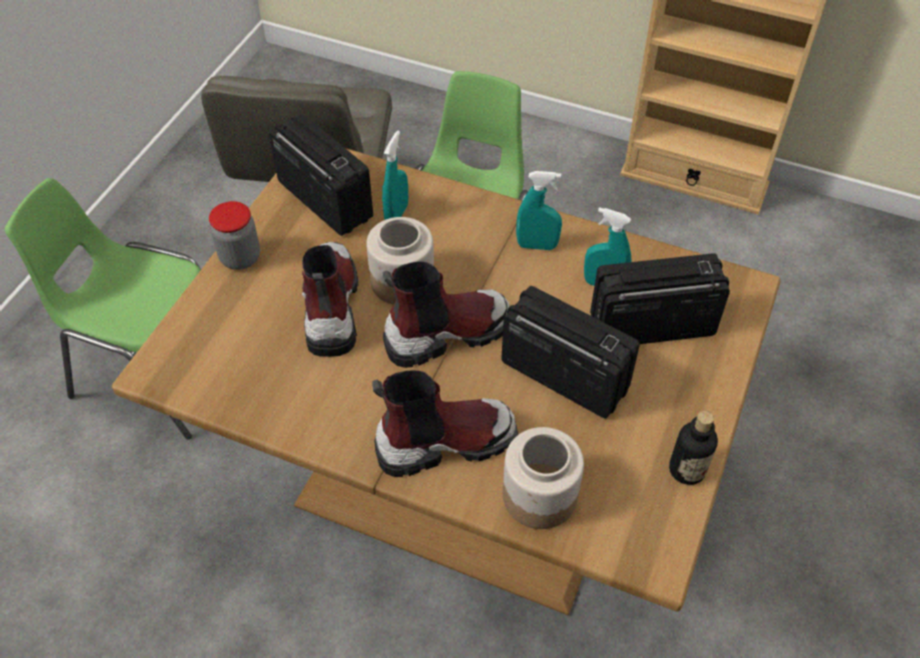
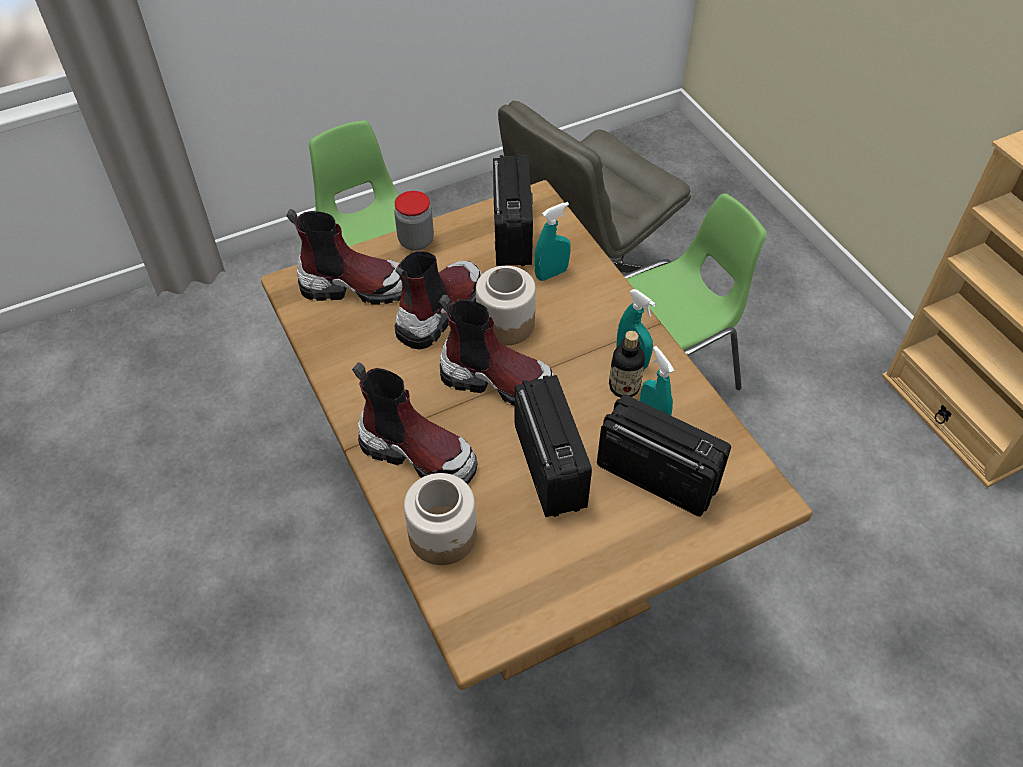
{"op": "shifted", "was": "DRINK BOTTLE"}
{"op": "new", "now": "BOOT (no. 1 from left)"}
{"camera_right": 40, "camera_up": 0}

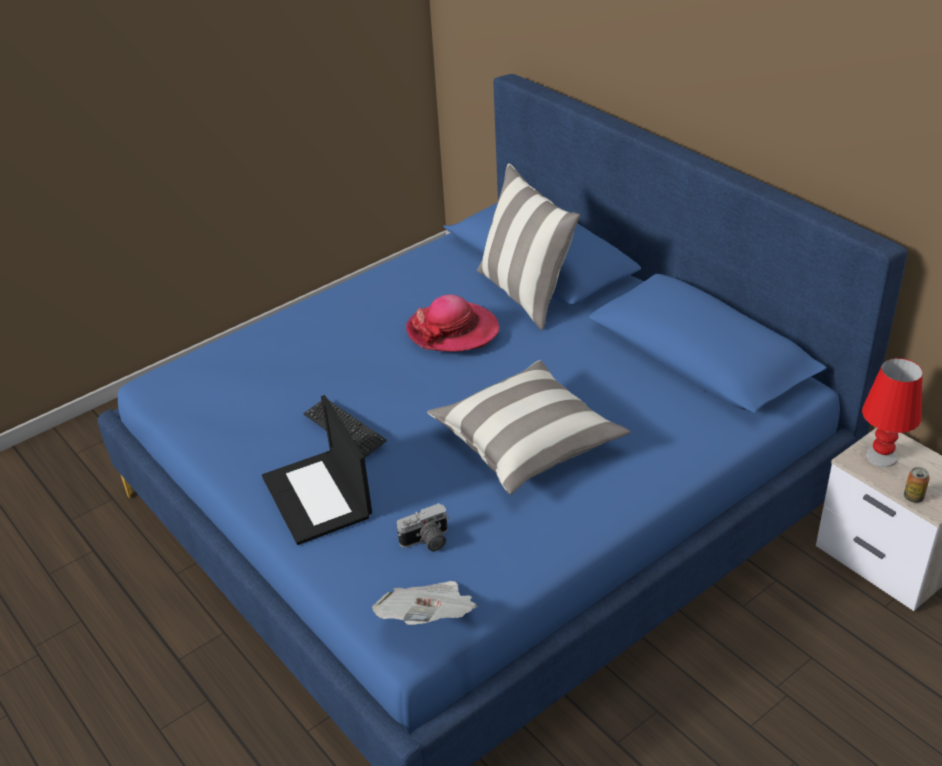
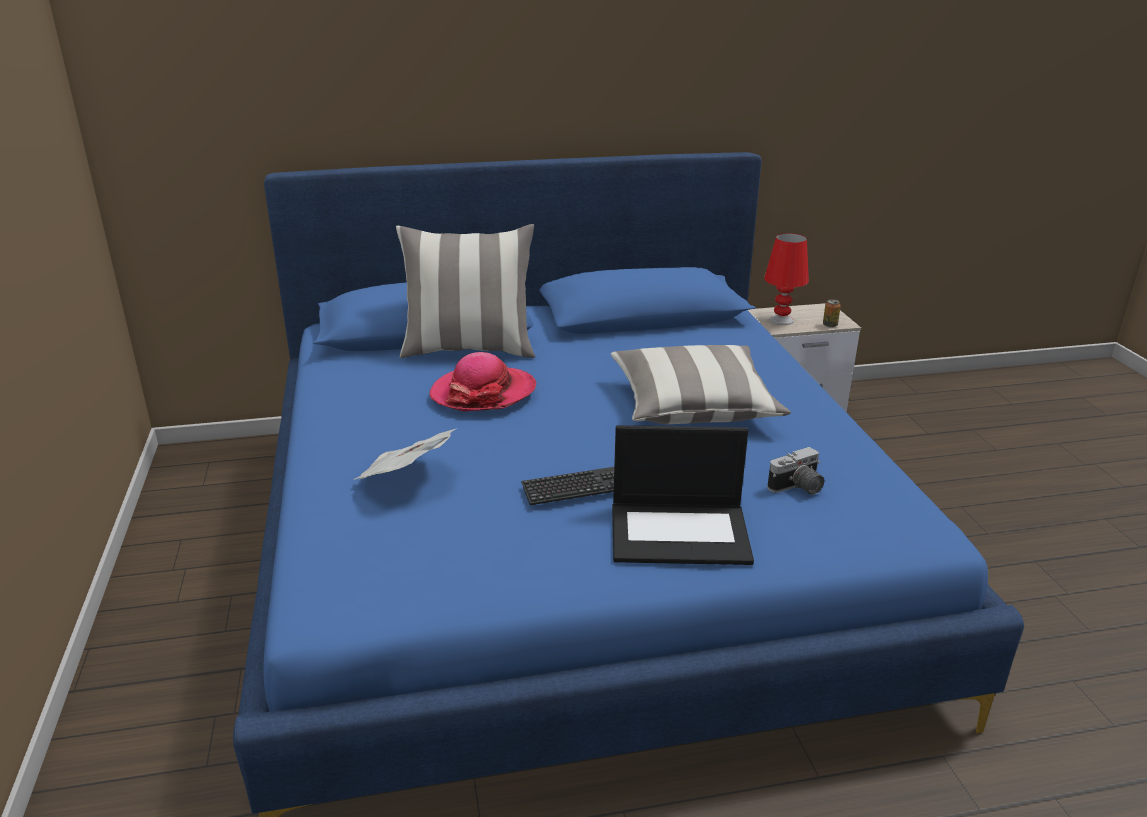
{"op": "shifted", "was": "PRINTED PAPER"}
{"op": "rotated", "was": "PHOTO CAMERA", "clockwise": 60}
{"camera_right": -65, "camera_up": -10}

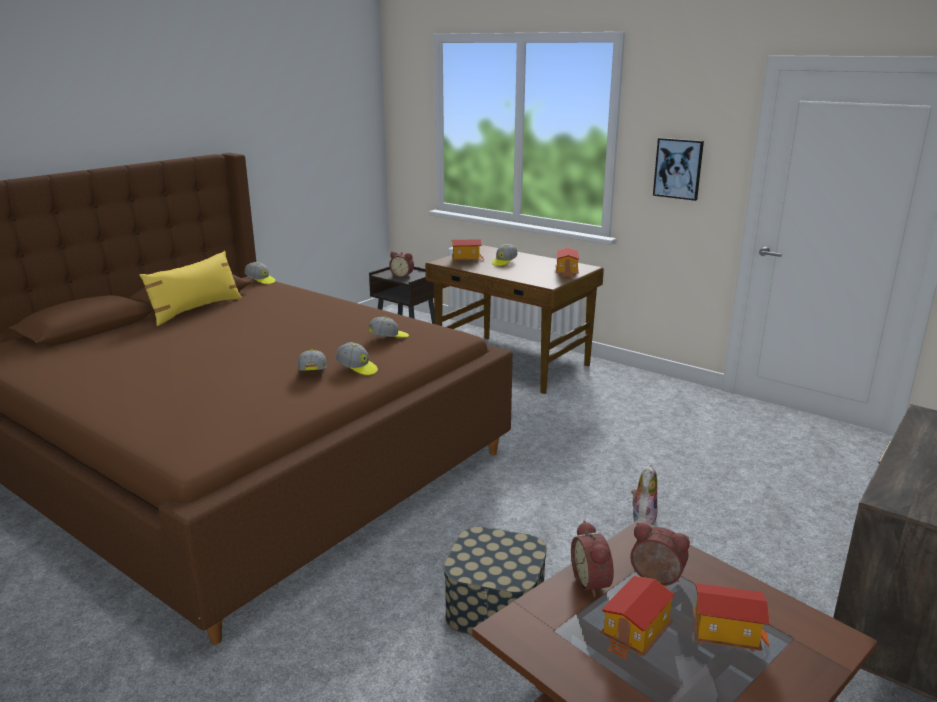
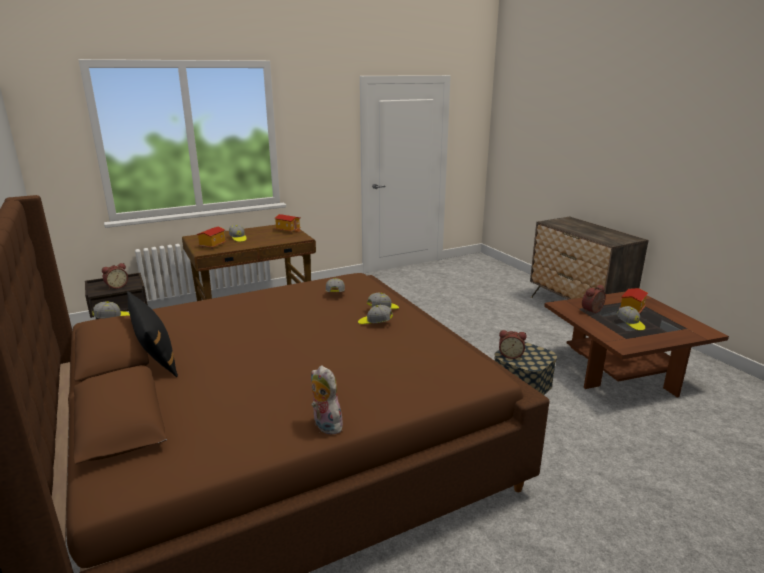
{"op": "repainted", "was": "YELLOWISH PILLOW", "now": "BLACKISH PILLOW"}
{"op": "shifted", "was": "BEDSIDE CLOCK (no. 2 from left)"}
{"op": "swapped", "was": "MINIATURE HOUSE (no. 3 from left)", "now": "BASEBALL CAP (no. 6 from left)"}
{"op": "shifted", "was": "PLUSH TOY"}
{"op": "gone", "was": "WALL PICTURE"}
{"camera_right": -65, "camera_up": 0}

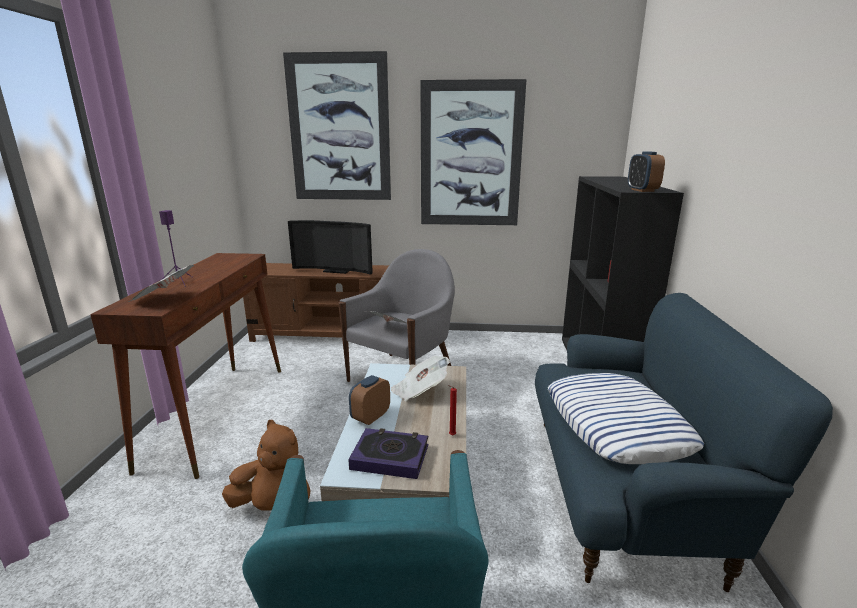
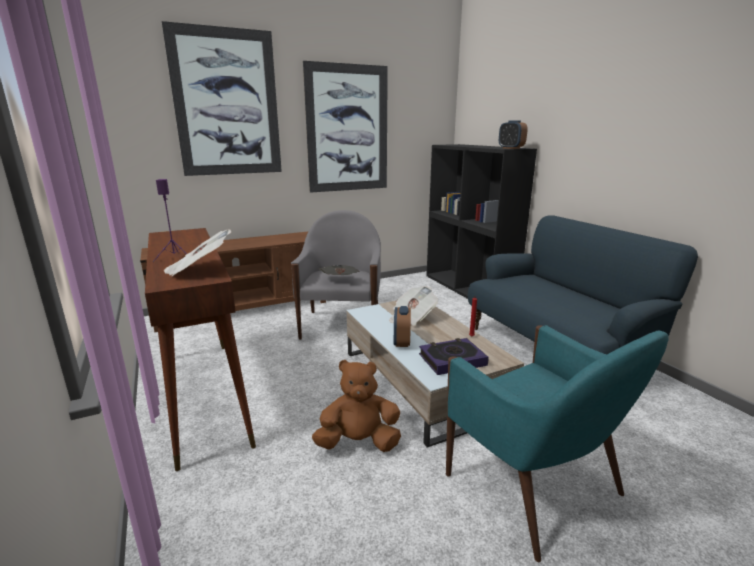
{"op": "gone", "was": "TV SET"}
{"op": "gone", "was": "PILLOW"}
{"camera_right": -30, "camera_up": 0}

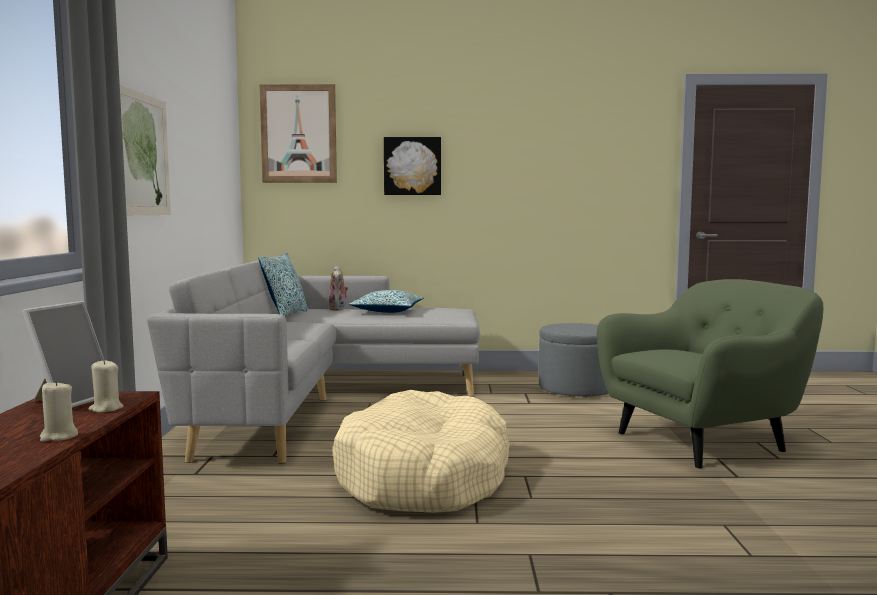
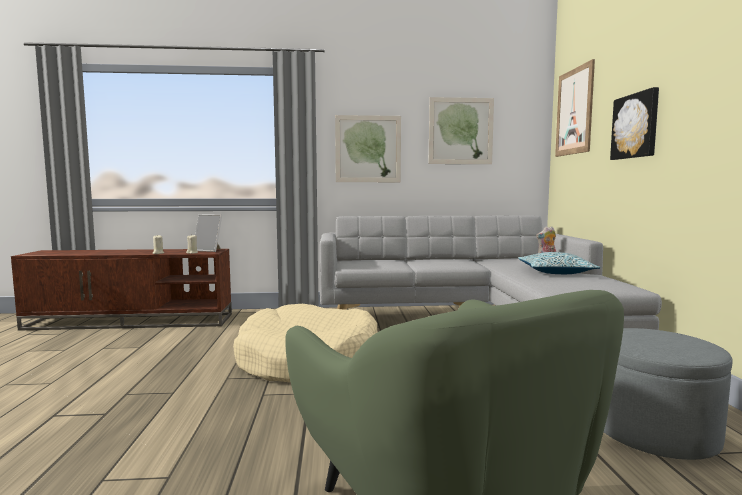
{"op": "gone", "was": "PILLOW (no. 1 from left)"}
{"op": "new", "now": "WALL PICTURE (no. 2 from left)"}
{"camera_right": 85, "camera_up": 0}

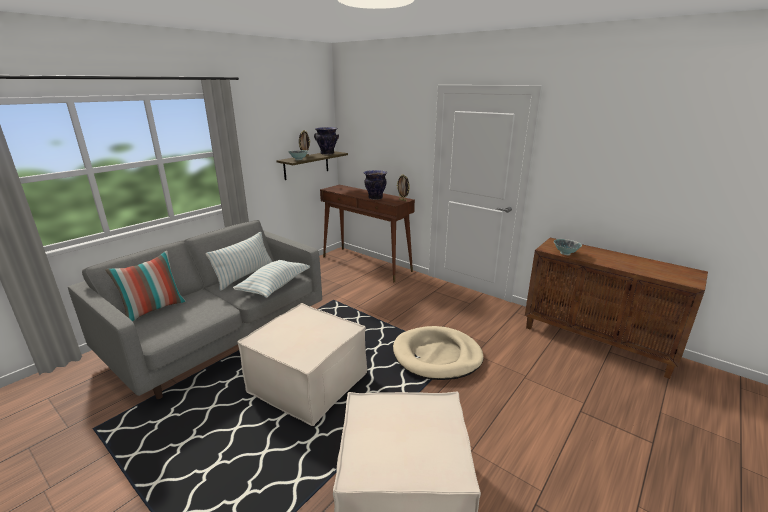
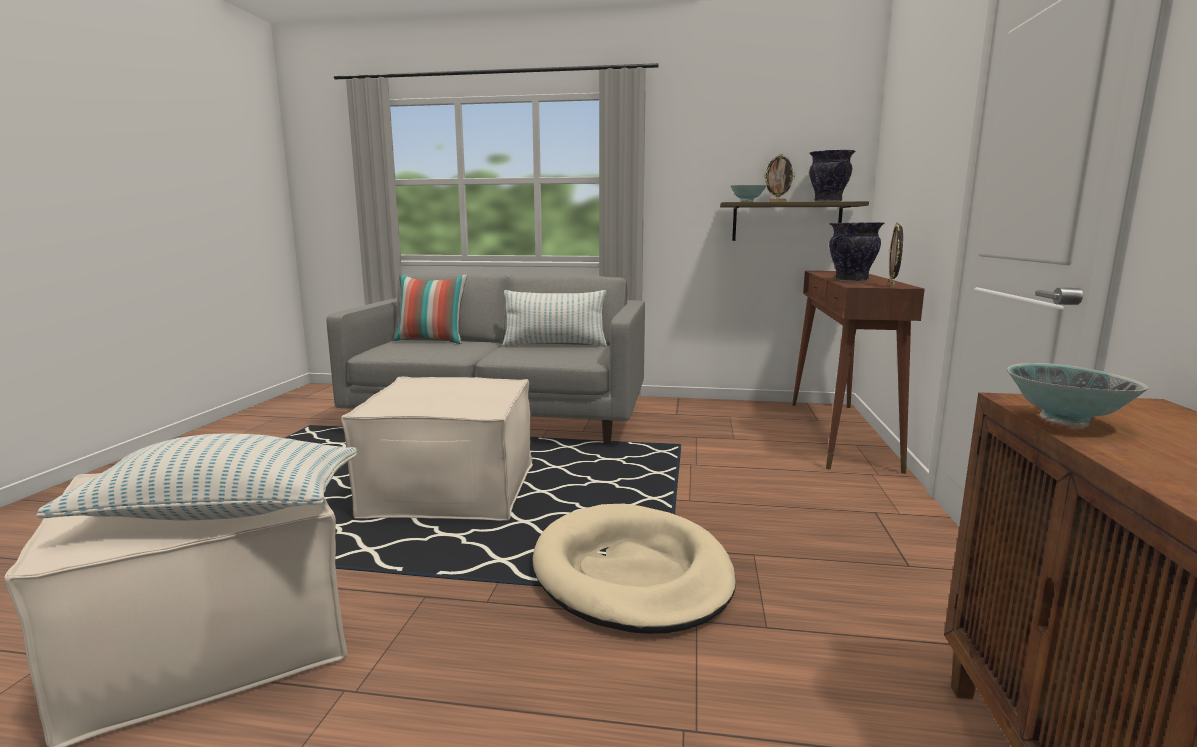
{"op": "shifted", "was": "PILLOW (no. 3 from left in the first image)", "now": "PILLOW (no. 1 from left)"}
{"camera_right": 60, "camera_up": -10}

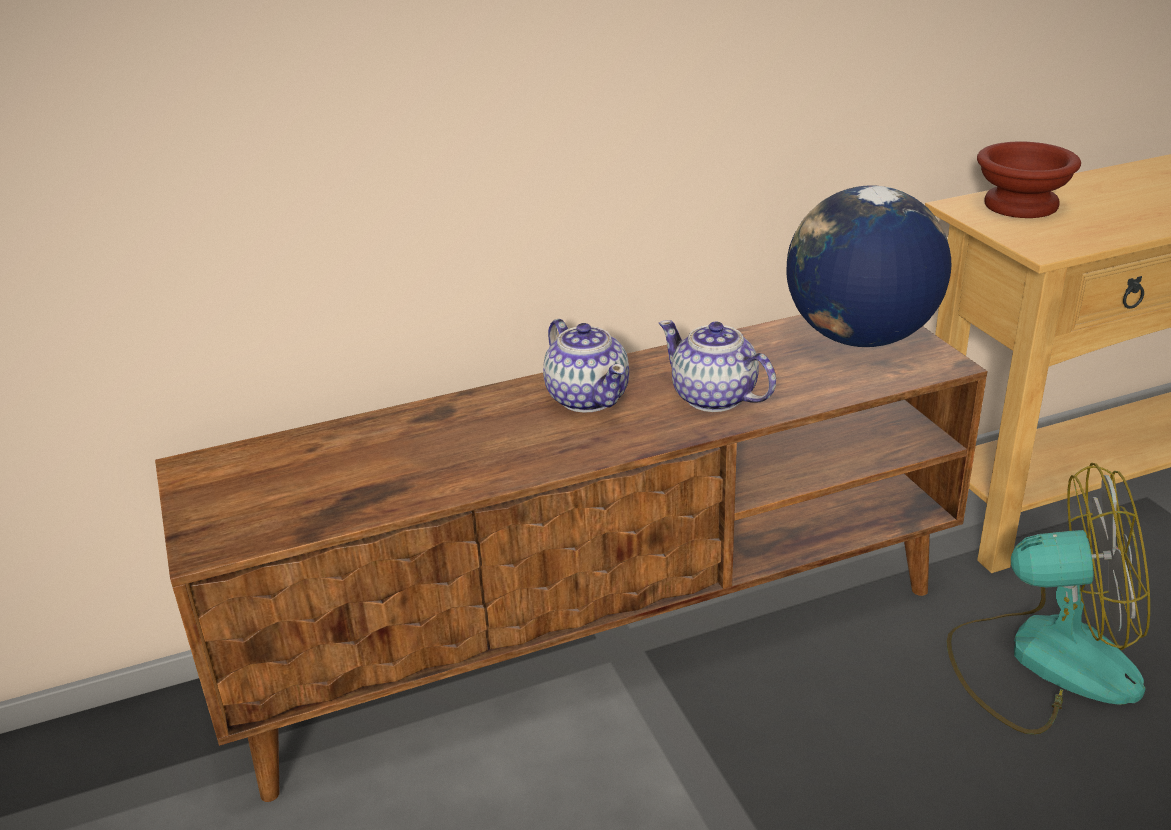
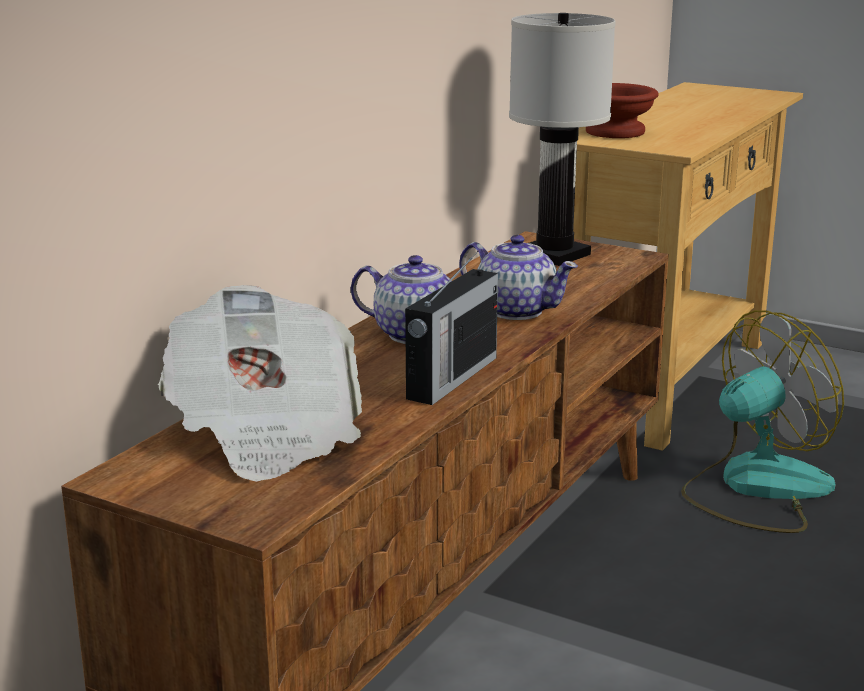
{"op": "rotated", "was": "POT FOR TEA (no. 2 from left)", "clockwise": -150}
{"op": "swapped", "was": "WORLD GLOBE", "now": "WHITE-COLOURED TABLE LAMP"}
{"op": "new", "now": "PRINTED PAPER"}
{"op": "new", "now": "RADIO"}
{"camera_right": -40, "camera_up": -10}

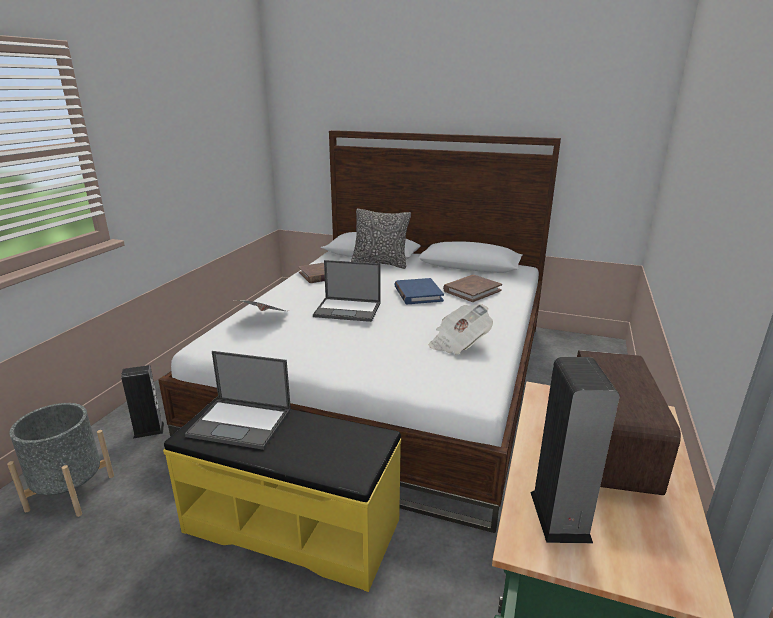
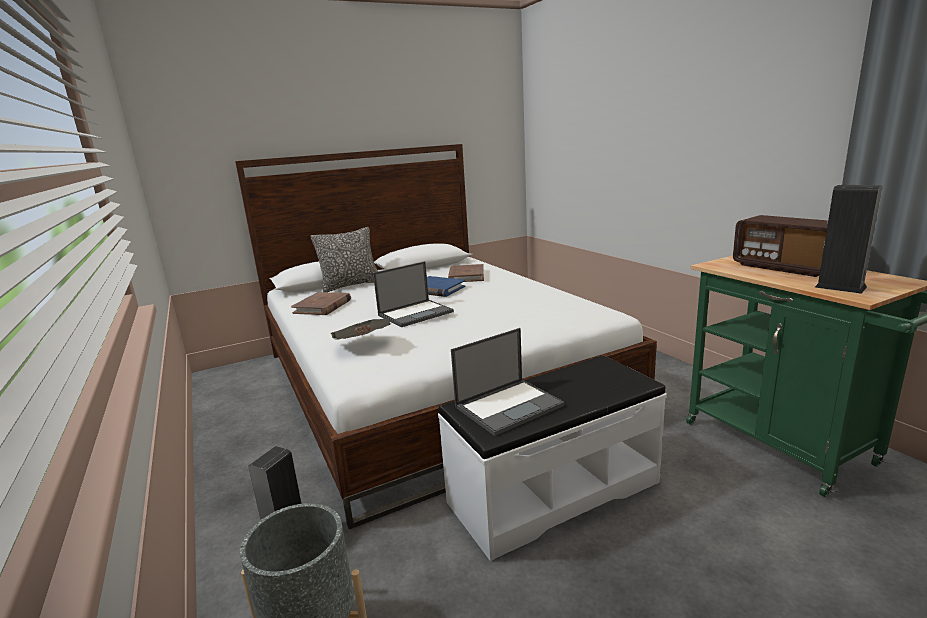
{"op": "repainted", "was": "YELLOWISH INDOOR BENCH", "now": "WHITE-COLOURED INDOOR BENCH"}
{"op": "gone", "was": "PRINTED PAPER (no. 2 from left)"}
{"camera_right": -45, "camera_up": -5}

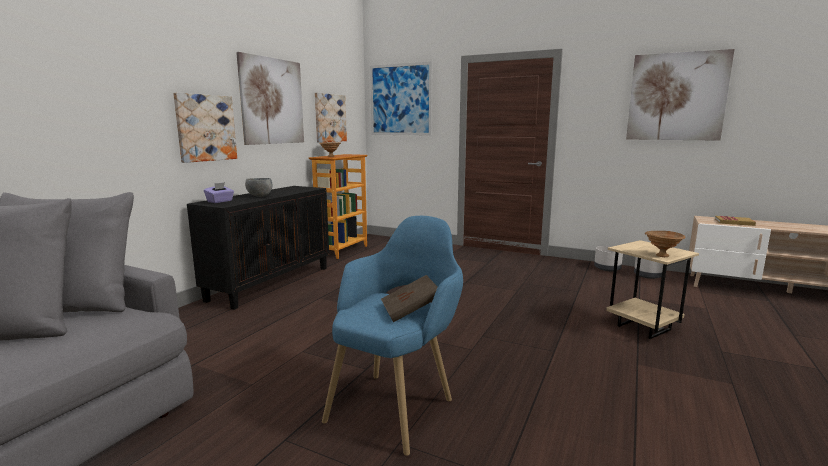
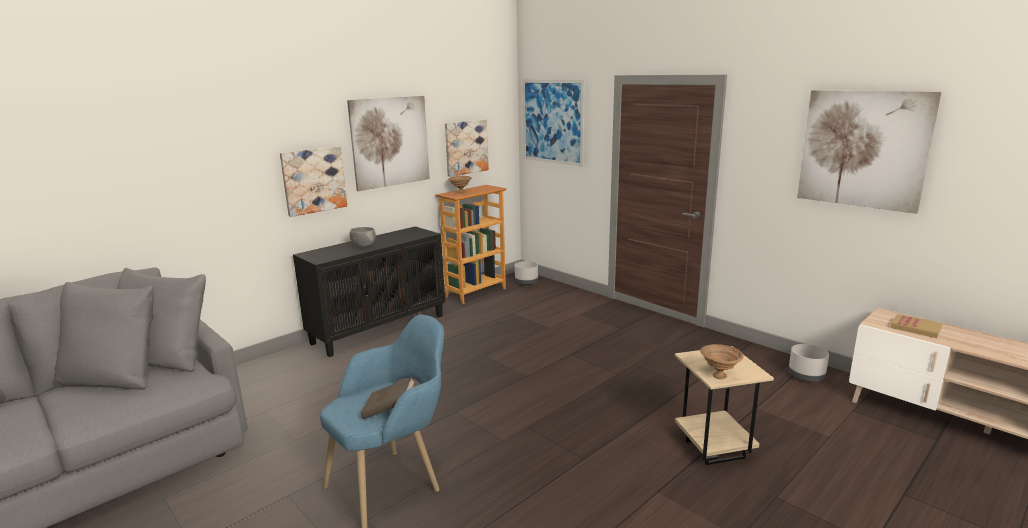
{"op": "gone", "was": "PURPLE TISSUE HOLDER"}
{"op": "shifted", "was": "GREY PLANT POT (no. 1 from left)"}
{"camera_right": 20, "camera_up": 5}

